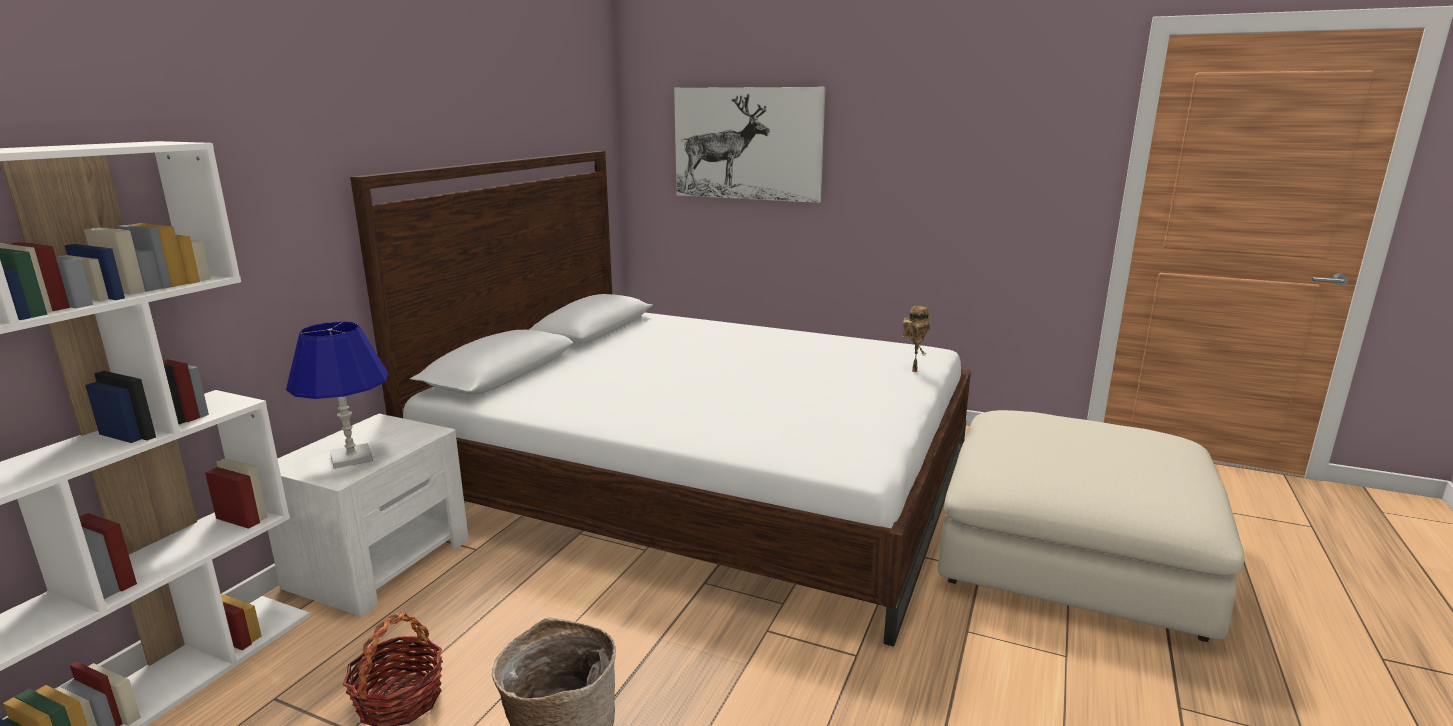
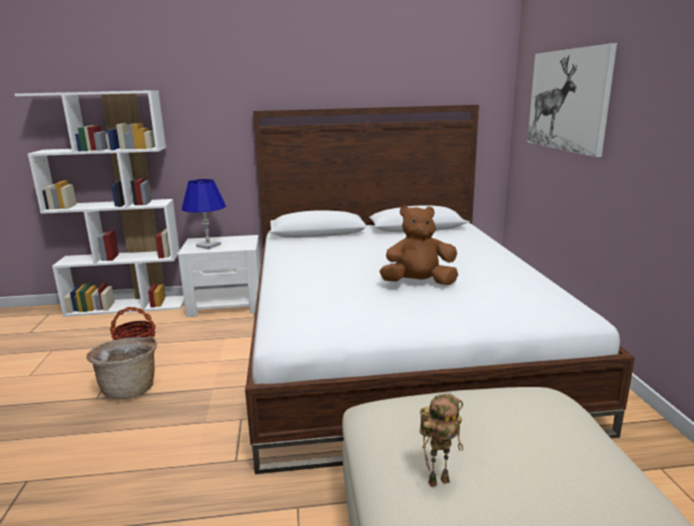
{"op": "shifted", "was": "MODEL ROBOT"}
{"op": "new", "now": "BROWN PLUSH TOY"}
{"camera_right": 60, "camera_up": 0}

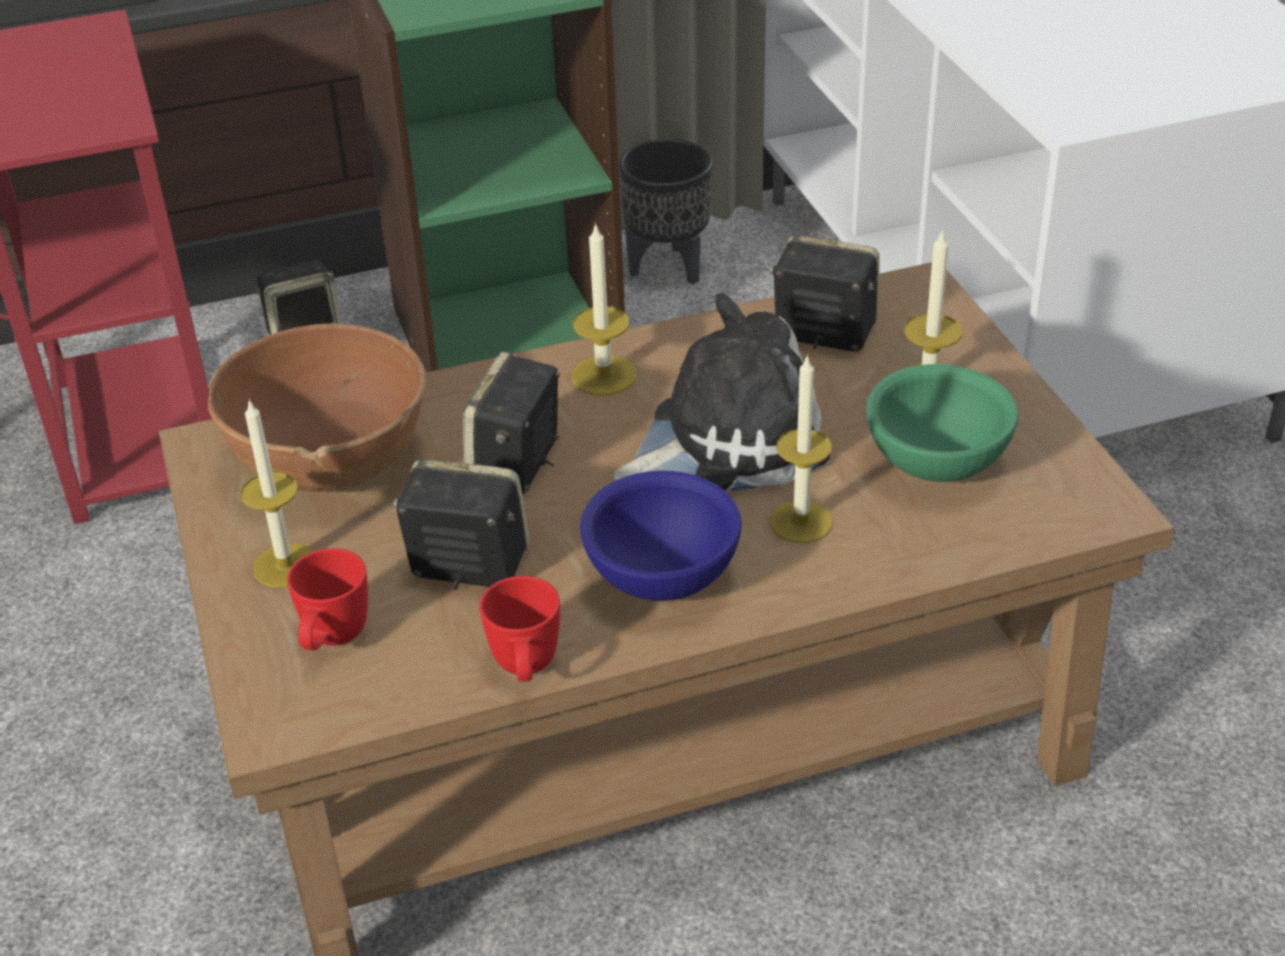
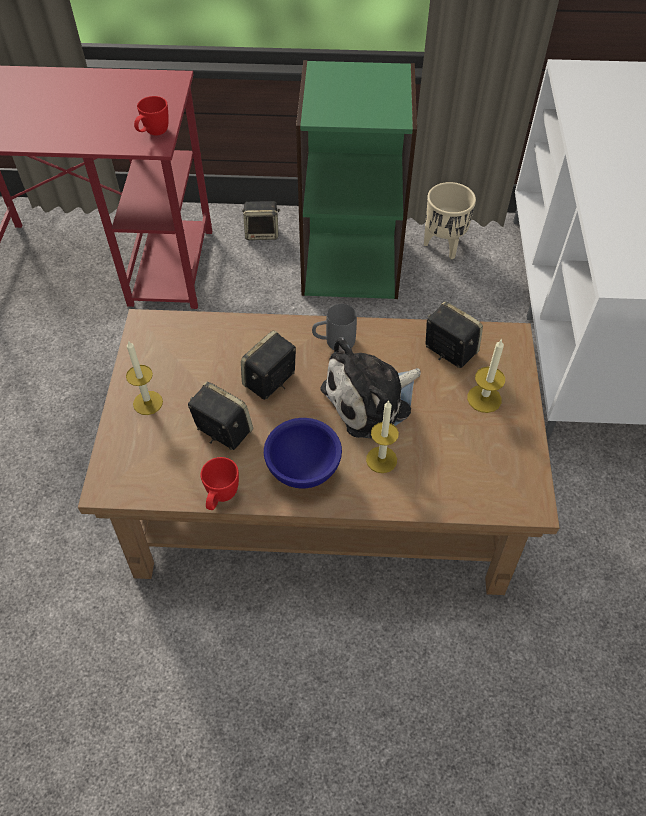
{"op": "gone", "was": "BROWN DEEP DISH"}
{"op": "shifted", "was": "RED MUG (no. 1 from left)"}
{"op": "swapped", "was": "WAX CANDLE (no. 2 from left)", "now": "GREY MUG"}
{"op": "rotated", "was": "PLUSH TOY", "clockwise": 150}
{"op": "repainted", "was": "BLACKISH PLANT POT", "now": "BEIGE-COLOURED PLANT POT"}
{"op": "gone", "was": "GREENISH DEEP DISH"}
{"camera_right": 20, "camera_up": 15}

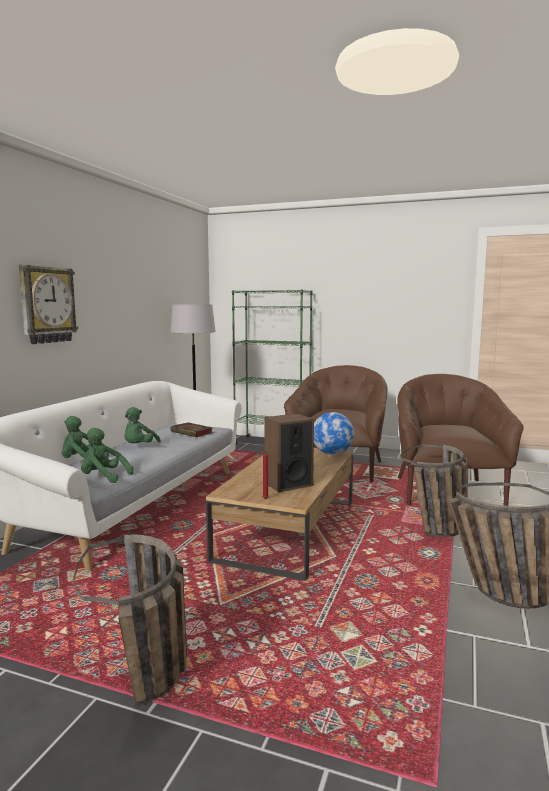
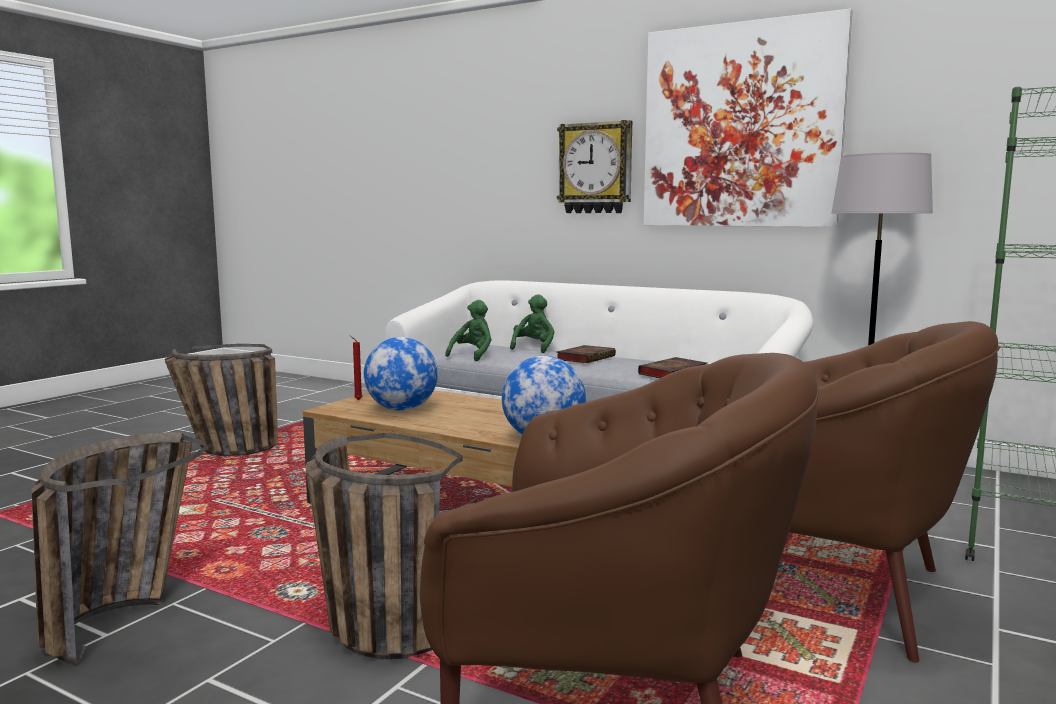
{"op": "swapped", "was": "GREENISH PLUSH TOY (no. 3 from left)", "now": "VOLUME (no. 1 from left)"}
{"op": "swapped", "was": "AUDIO SPEAKER", "now": "WORLD GLOBE (no. 1 from left)"}
{"op": "new", "now": "WALL PICTURE"}
{"camera_right": 100, "camera_up": 0}

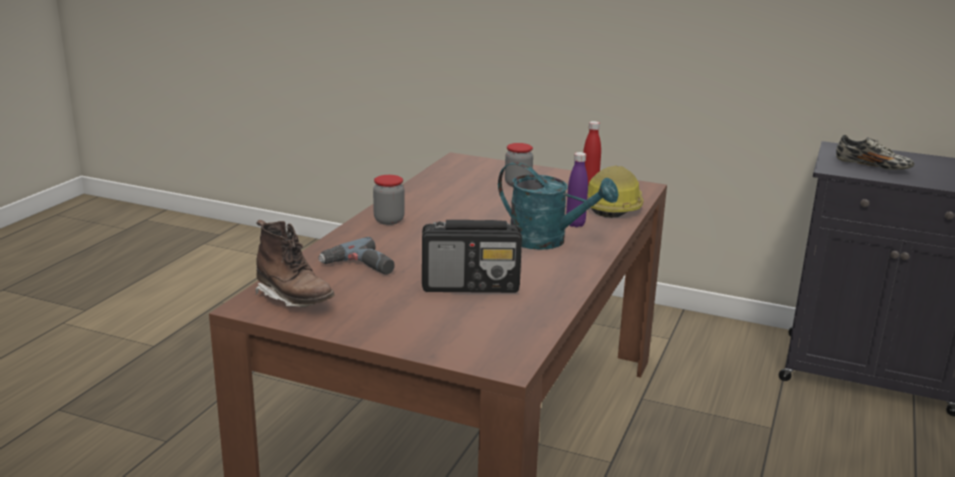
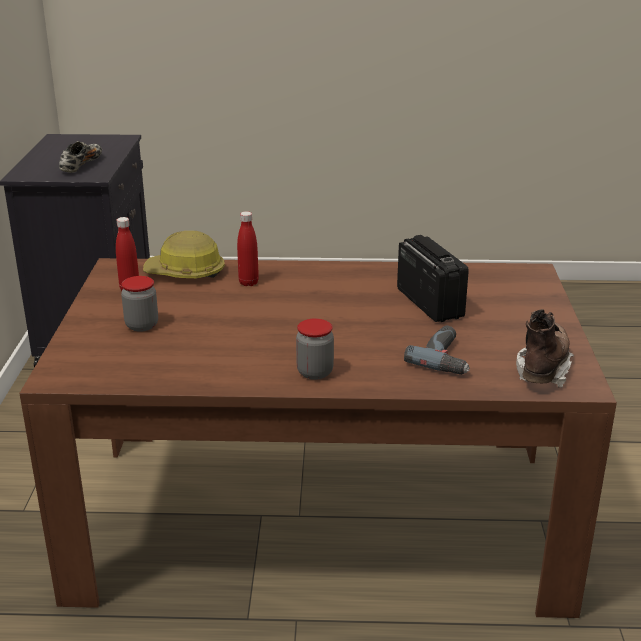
{"op": "gone", "was": "TURQUOISE WATERING POT"}
{"op": "repainted", "was": "PURPLE DRINK BOTTLE", "now": "RED DRINK BOTTLE (no. 2 from left)"}
{"camera_right": -110, "camera_up": 5}

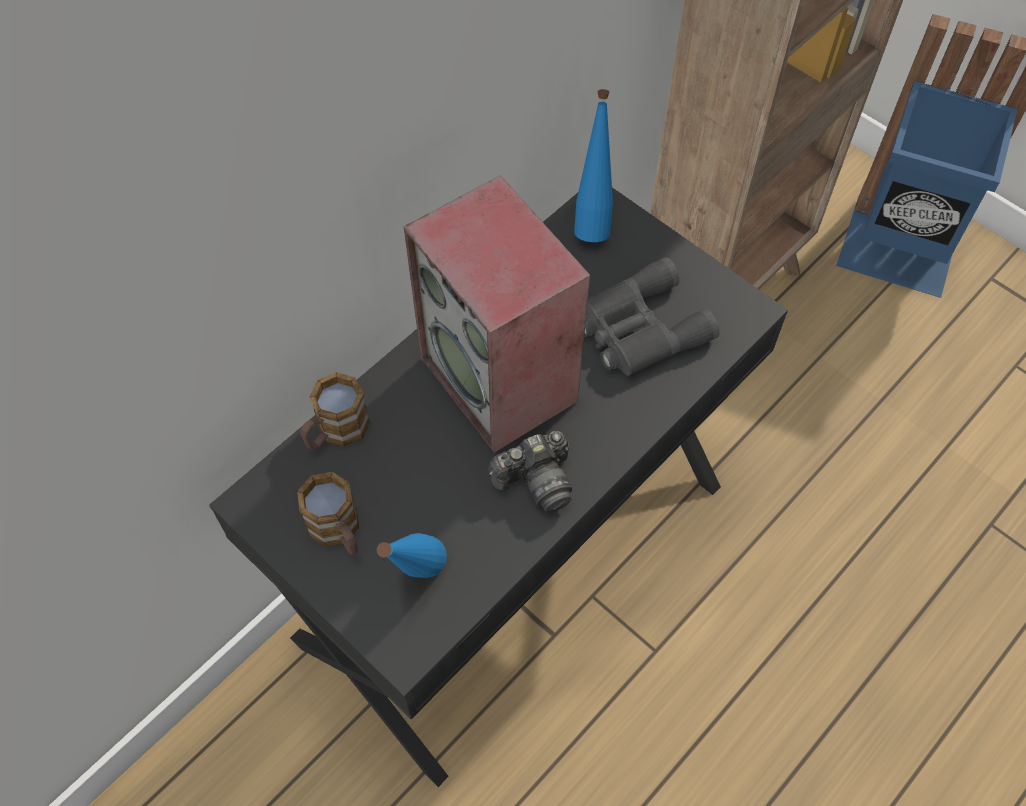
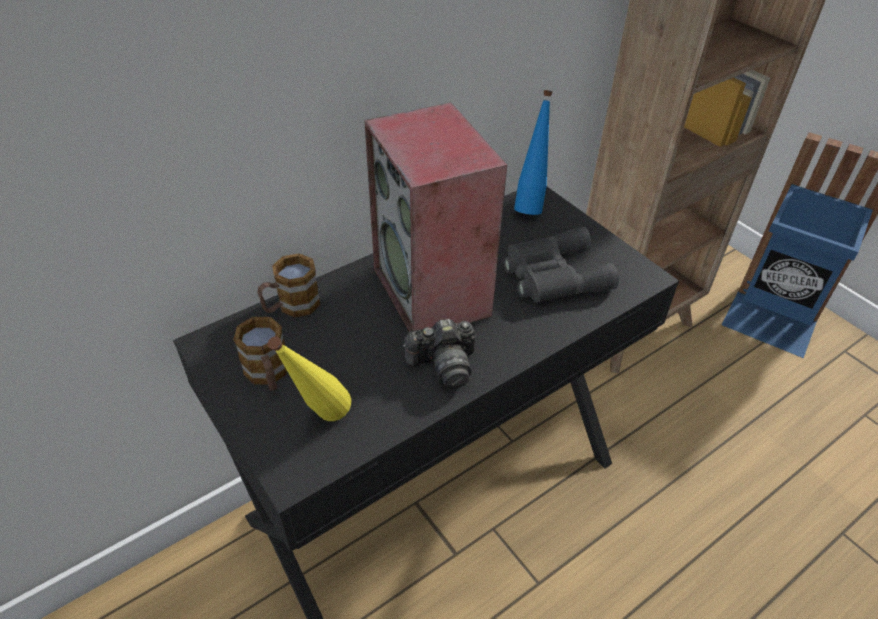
{"op": "repainted", "was": "BLUE DRINK BOTTLE (no. 1 from left)", "now": "YELLOWISH DRINK BOTTLE"}
{"camera_right": 10, "camera_up": -15}

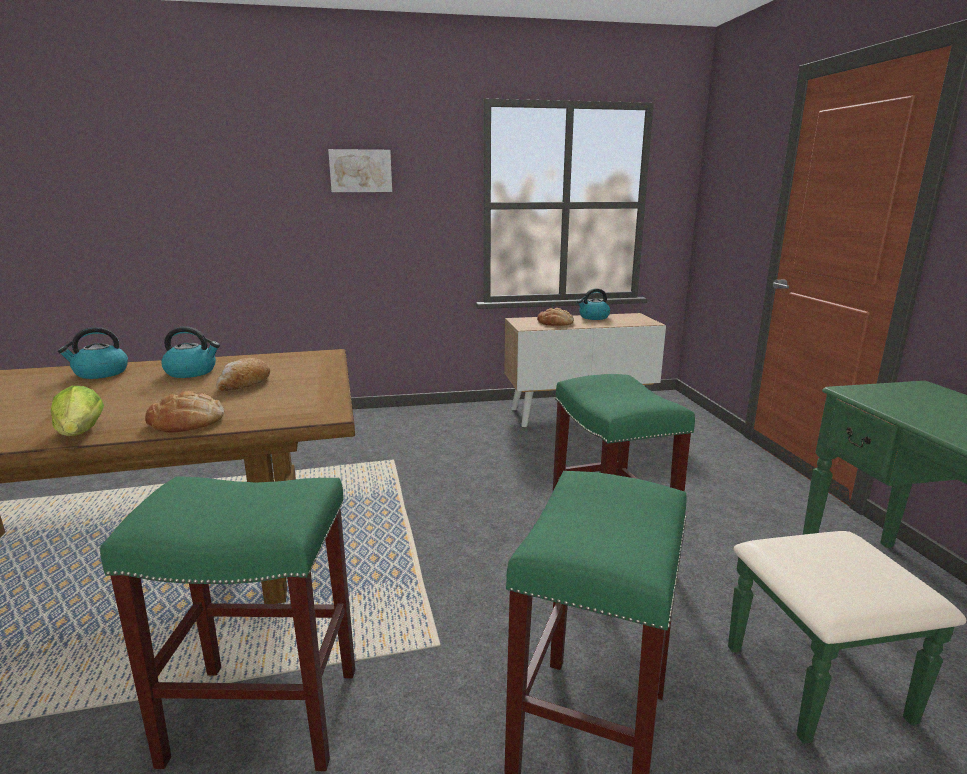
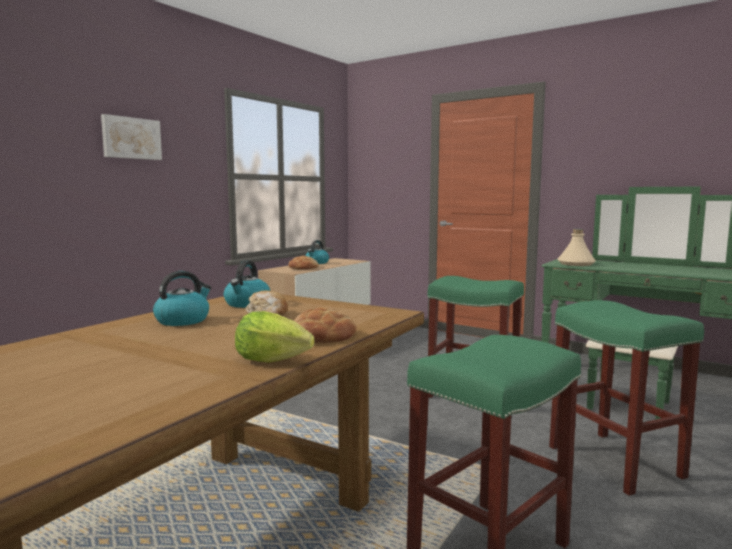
{"op": "shifted", "was": "TEA KETTLE (no. 1 from left in the first image)", "now": "TEA KETTLE (no. 2 from left)"}
{"op": "new", "now": "BEIGE-COLOURED DRINK BOTTLE"}
{"camera_right": -45, "camera_up": -10}

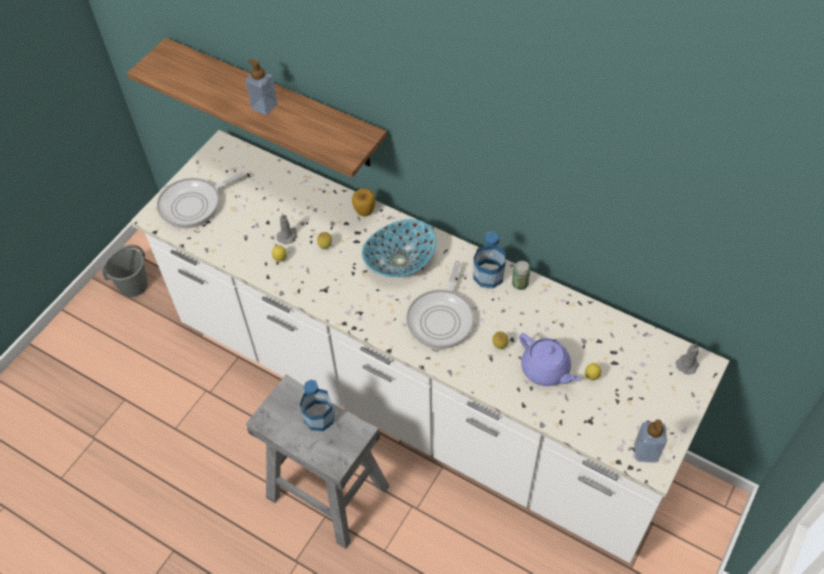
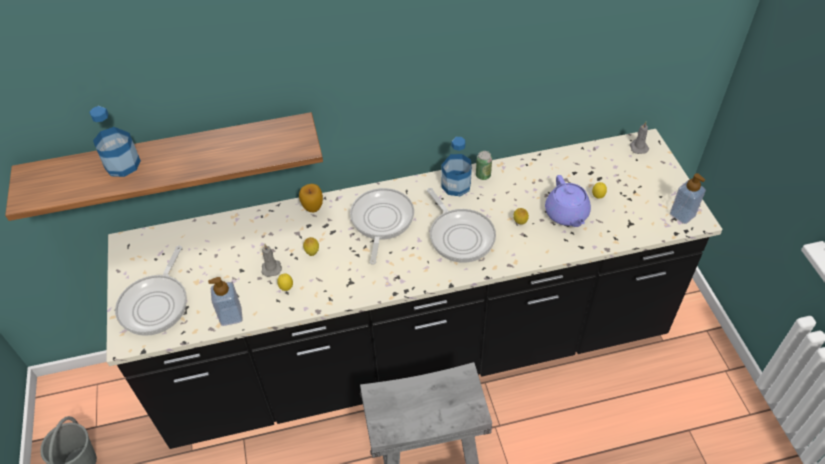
{"op": "repainted", "was": "WHITE-COLOURED COUNTER", "now": "BLACKISH COUNTER"}
{"op": "shifted", "was": "LIQUID SOAP BOTTLE (no. 1 from left)"}
{"op": "shifted", "was": "DRINK BOTTLE (no. 1 from left)"}
{"op": "swapped", "was": "DEEP DISH", "now": "FRYING PAN (no. 2 from left)"}
{"op": "rotated", "was": "PURPLE POT FOR TEA", "clockwise": 75}
{"camera_right": -45, "camera_up": -5}

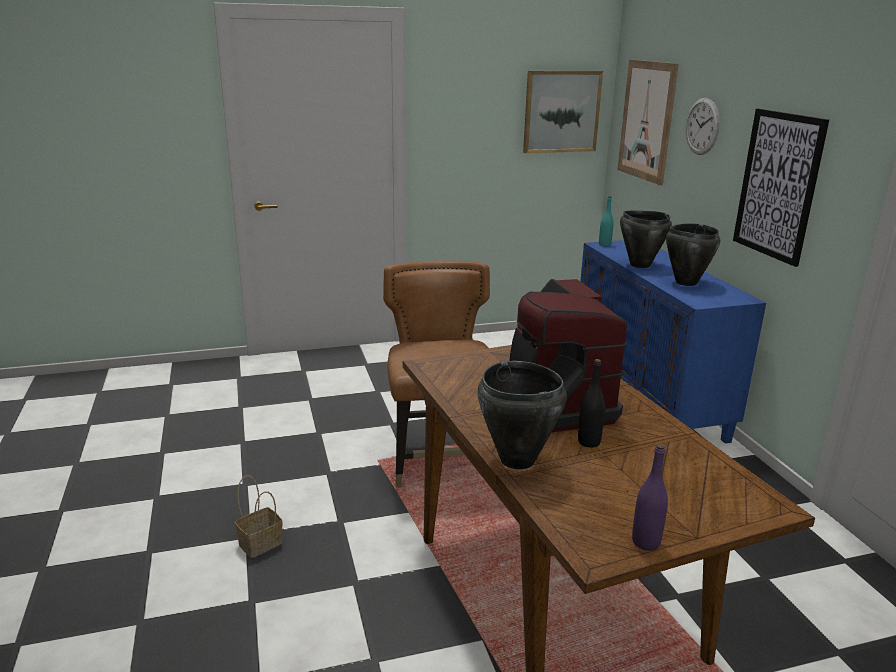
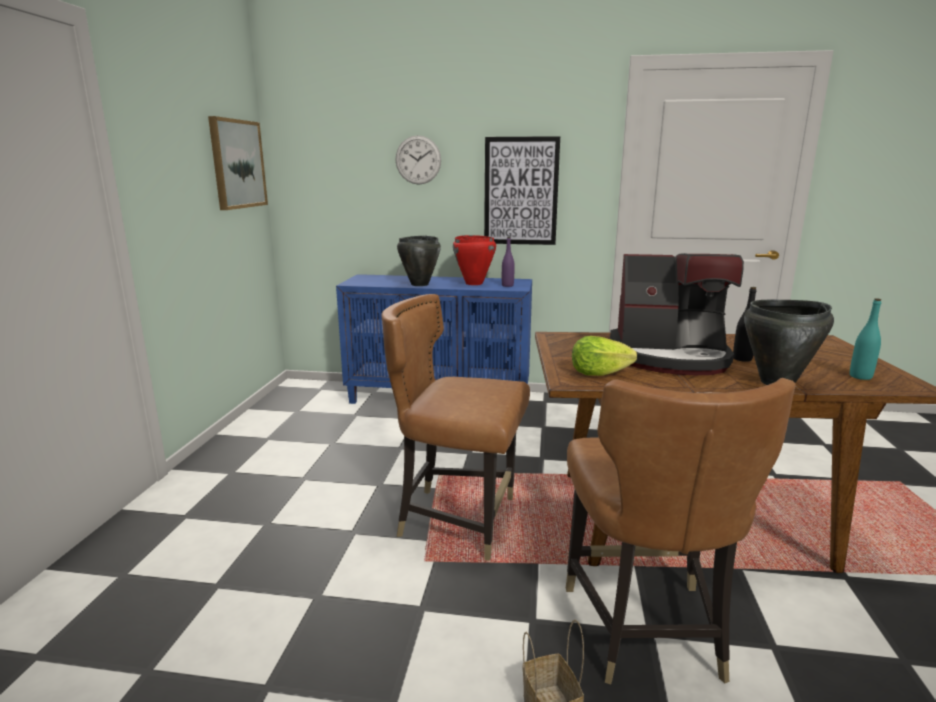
{"op": "shifted", "was": "TURQUOISE DRINK BOTTLE"}
{"op": "gone", "was": "WALL PICTURE (no. 2 from left)"}
{"op": "shifted", "was": "PURPLE DRINK BOTTLE"}
{"op": "repainted", "was": "BLACKISH SAUCEPOT (no. 3 from left)", "now": "RED SAUCEPOT"}
{"op": "new", "now": "BROWN UPRIGHT CHAIR (no. 2 from left)"}
{"op": "new", "now": "HEAD OF LETTUCE"}
{"camera_right": -65, "camera_up": -5}

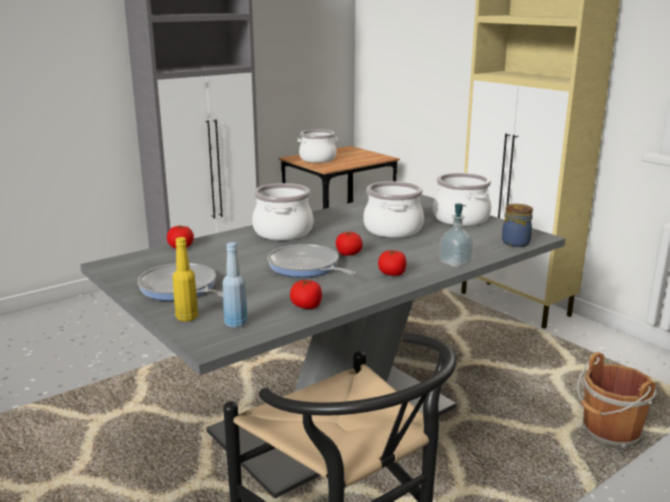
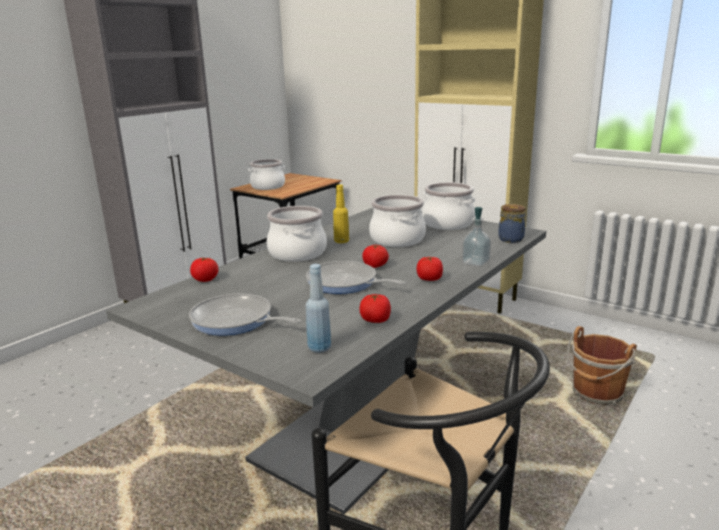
{"op": "shifted", "was": "YELLOWISH DRINK BOTTLE"}
{"camera_right": -15, "camera_up": 0}

